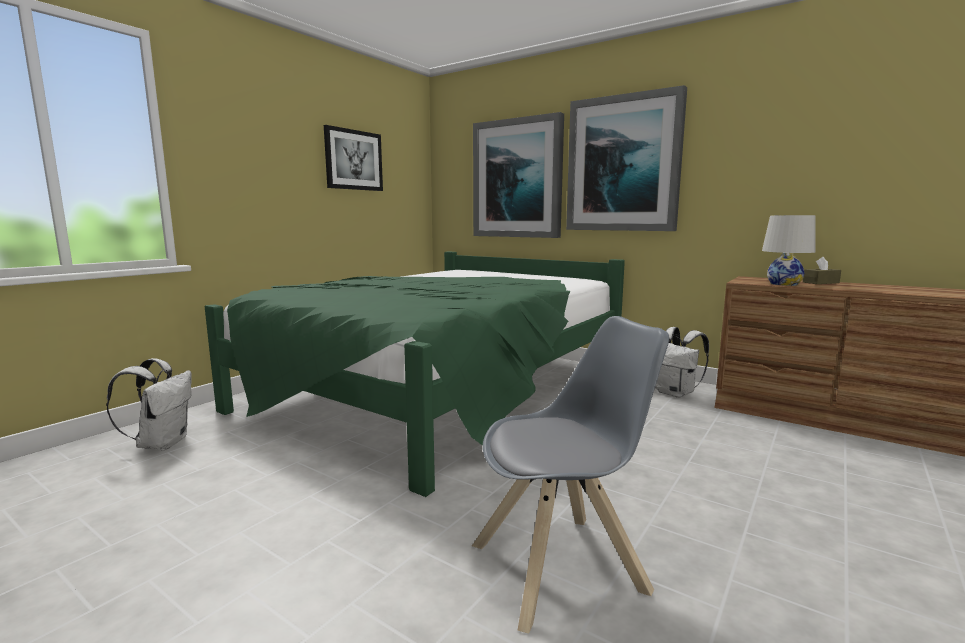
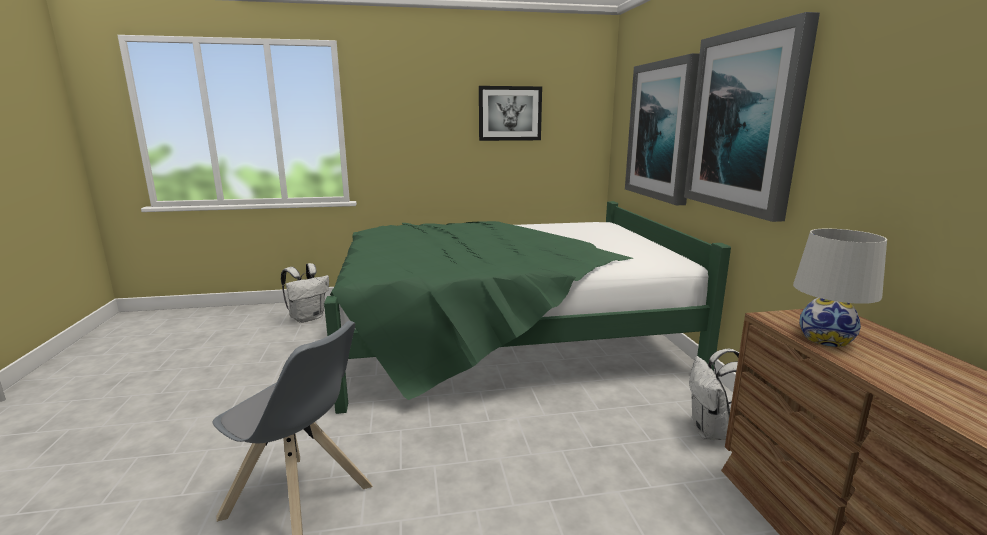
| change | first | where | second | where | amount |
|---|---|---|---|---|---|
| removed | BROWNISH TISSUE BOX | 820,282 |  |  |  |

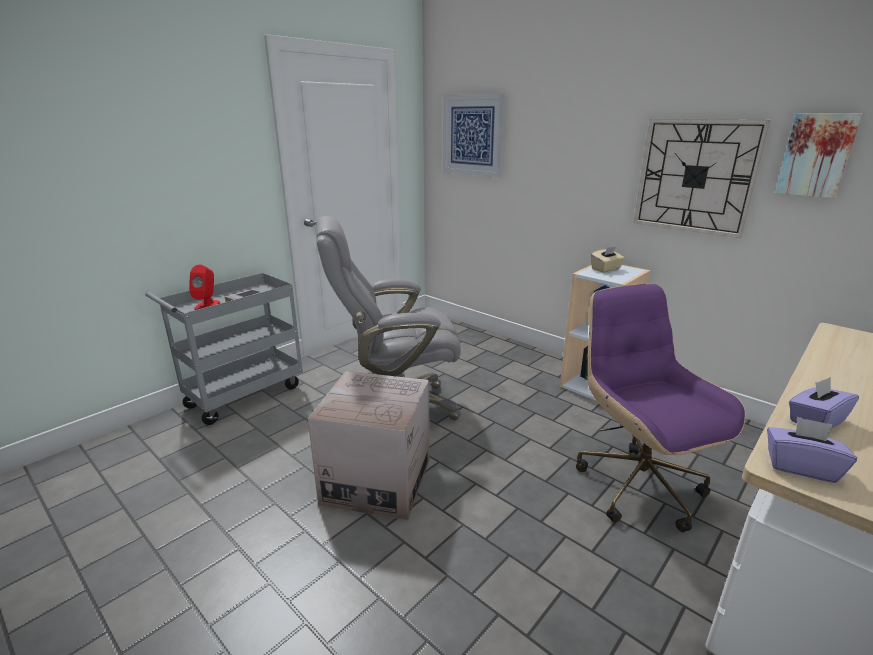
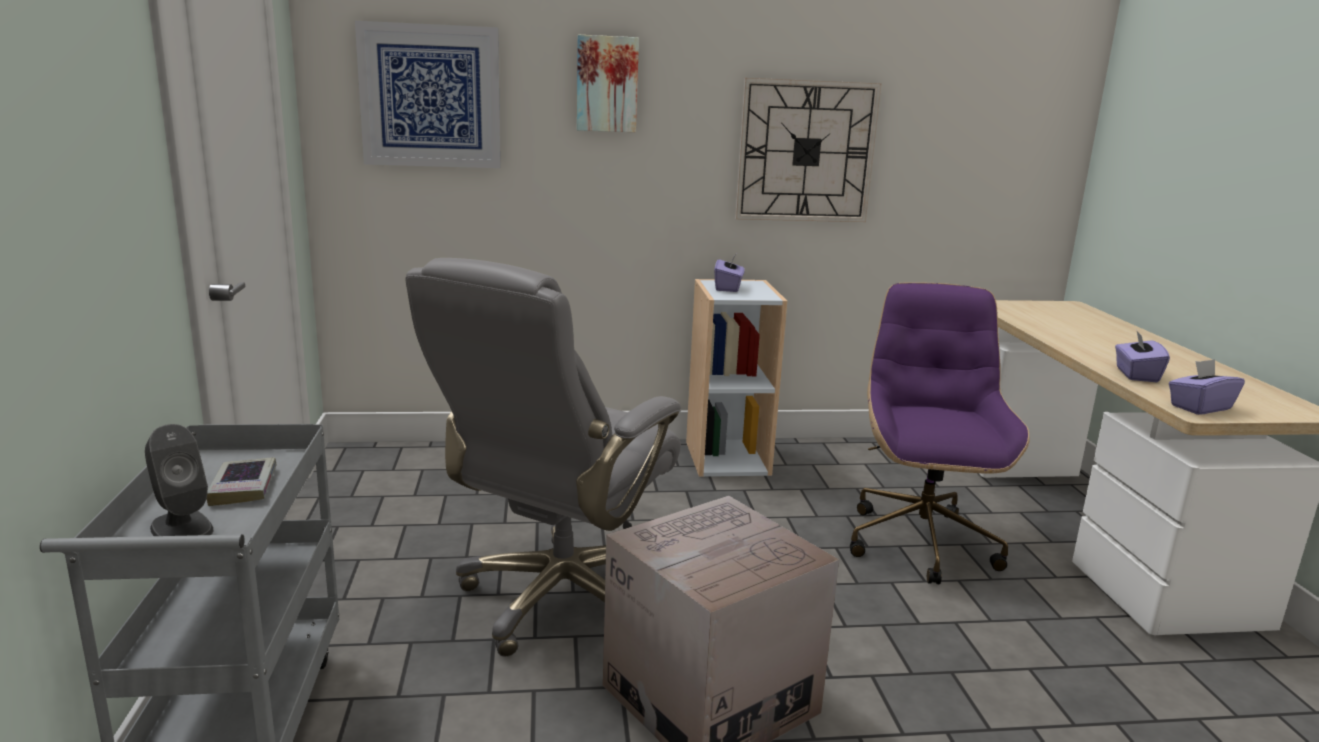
| change | first | where | second | where | amount |
|---|---|---|---|---|---|
| moved | PICTURE | 816,155 |  | 606,84 |  |
| recoloured | BEIGE TISSUE BOX | 606,269 | PURPLE TISSUE BOX | 728,288 |  |
| recoloured | RED-COLOURED SPEAKER | 207,305 | GREYISH SPEAKER | 181,528 |  |
| turned | PURPLE COMPUTER CHAIR | 636,484 |  | 920,540 | 75 degrees clockwise |

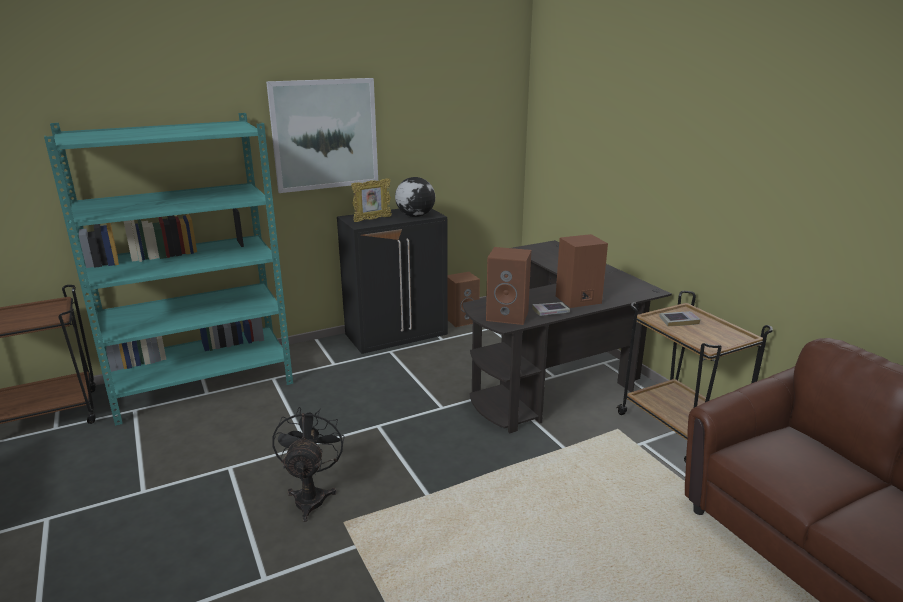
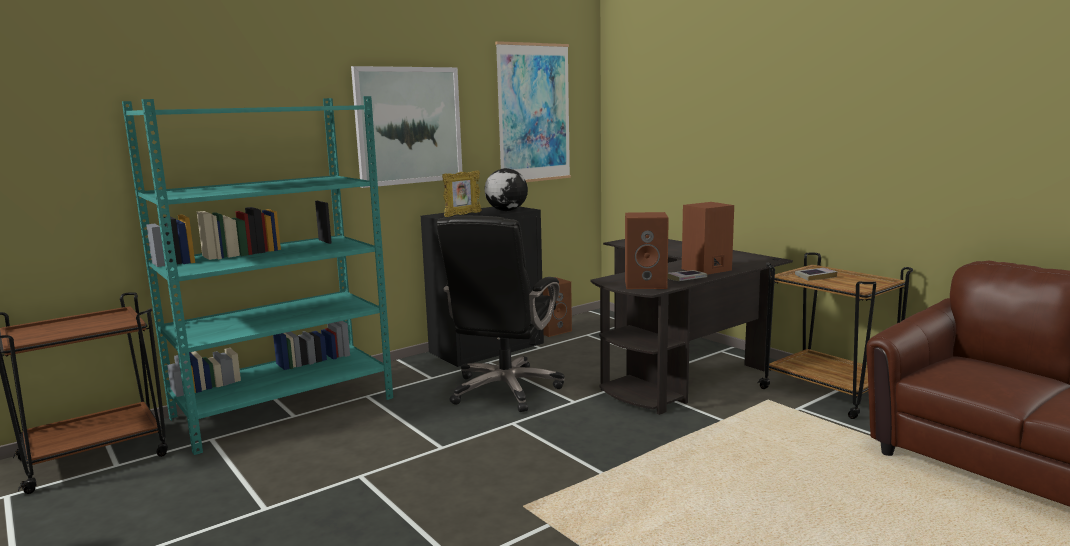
| change | first | where | second | where | amount |
|---|---|---|---|---|---|
| removed | BLACK-COLOURED ELECTRIC FAN | 311,496 |  |  |  |
| added |  |  | PICTURE | 533,113 |  |
| added |  |  | BLACK-COLOURED COMPUTER CHAIR | 505,389 |  |

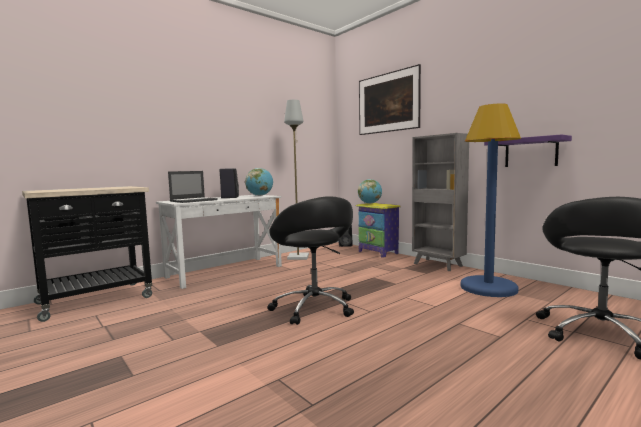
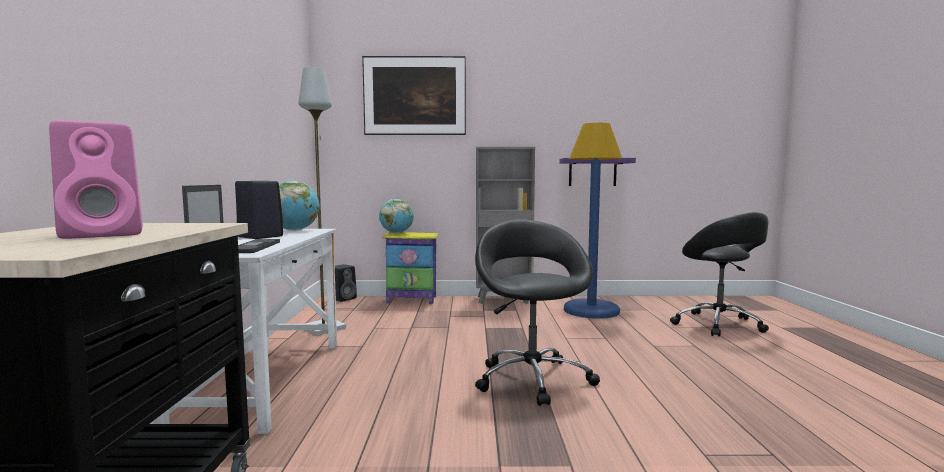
| change | first | where | second | where | amount |
|---|---|---|---|---|---|
| turned | BLACK-COLOURED COMPUTER CHAIR | 315,309 |  | 532,379 | 120 degrees counterclockwise |
| added |  |  | PINK SPEAKER | 107,234 |  |

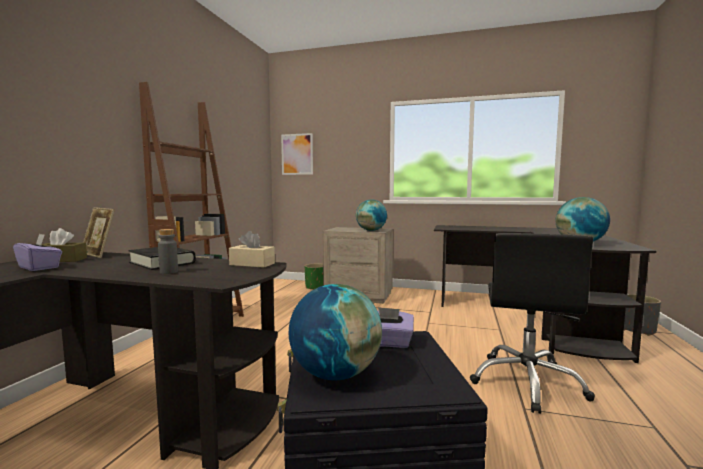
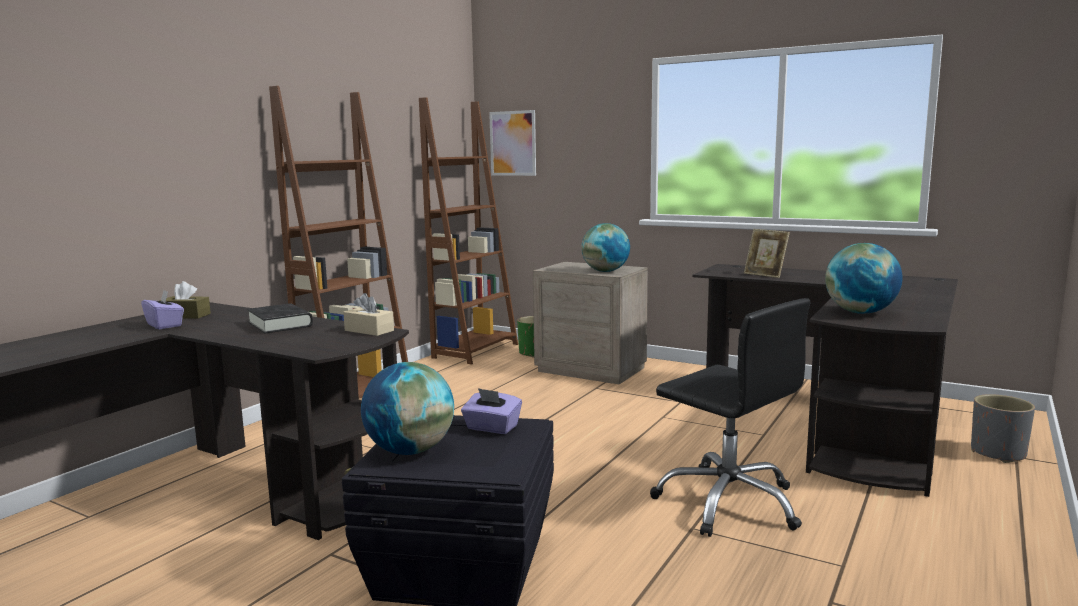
| change | first | where | second | where | amount |
|---|---|---|---|---|---|
| moved | STANDING FRAME | 99,255 |  | 765,275 |  |
| removed | GREYISH DRINK BOTTLE | 169,272 |  |  |  |
| turned | BLACK-COLOURED COMPUTER CHAIR | 527,382 |  | 728,502 | 75 degrees counterclockwise |
| added |  |  | BROWNISH SHELVING UNIT | 475,351 |  |

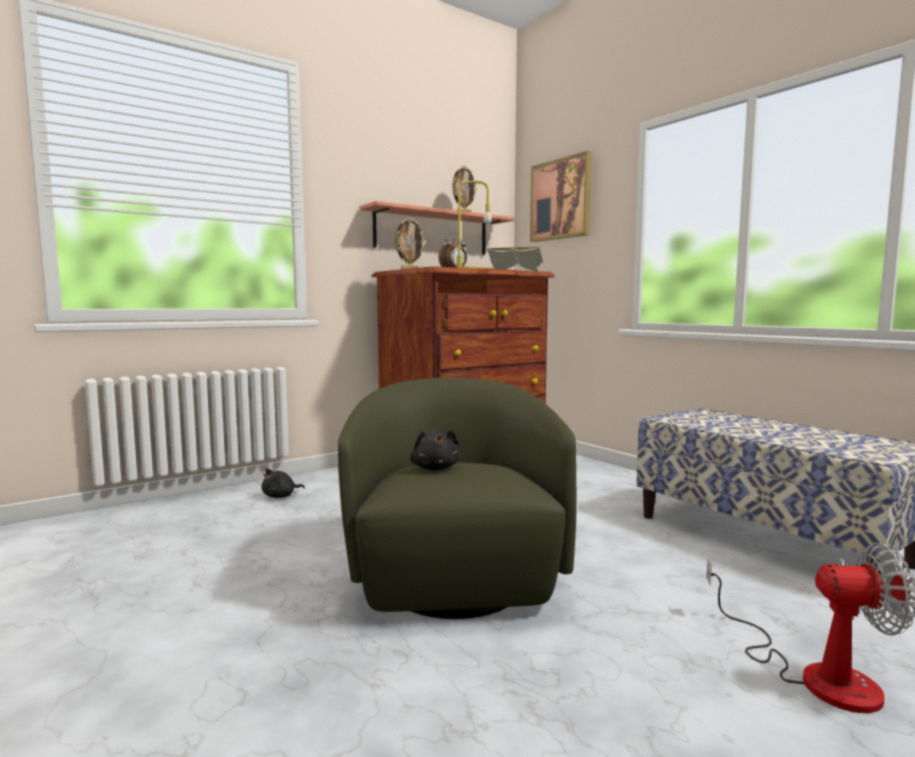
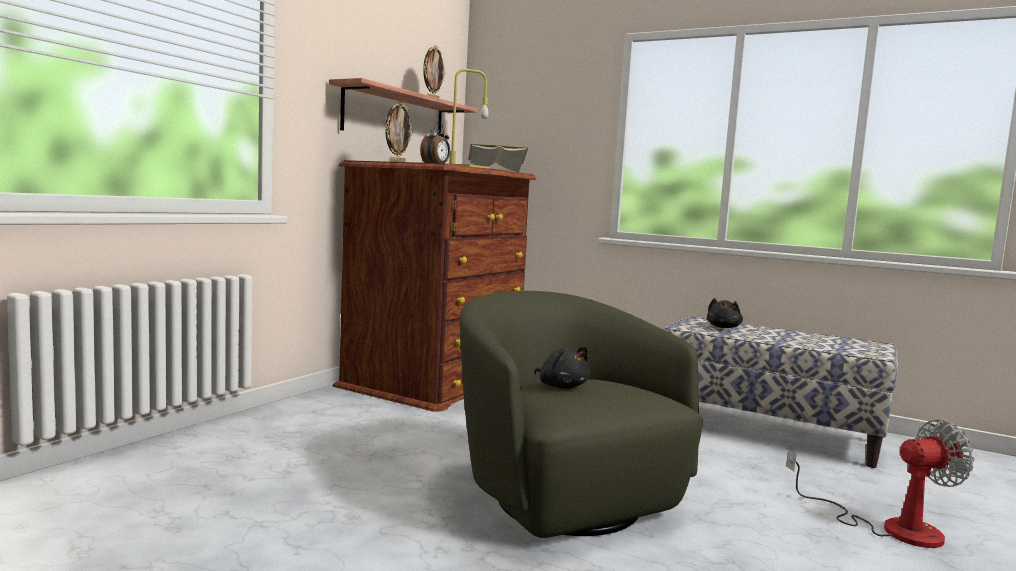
| change | first | where | second | where | amount |
|---|---|---|---|---|---|
| removed | PICTURE | 560,199 |  |  |  |
| moved | BLACK-COLOURED CUDDLY TOY | 281,496 |  | 723,327 |  |

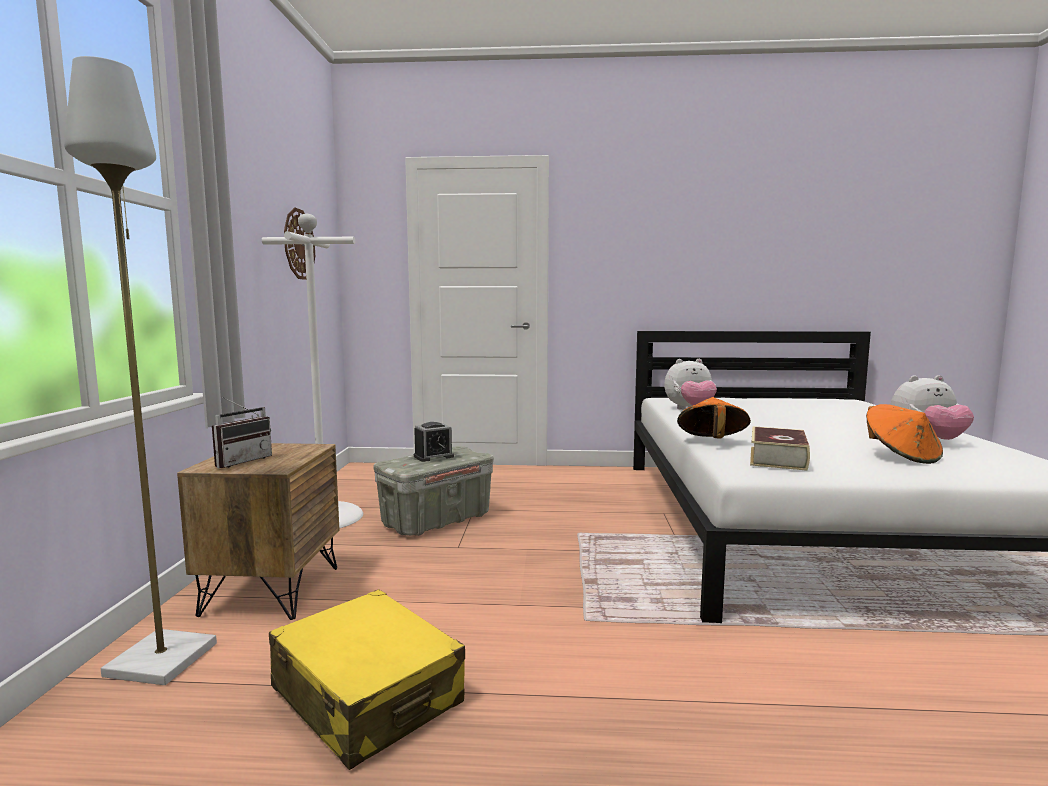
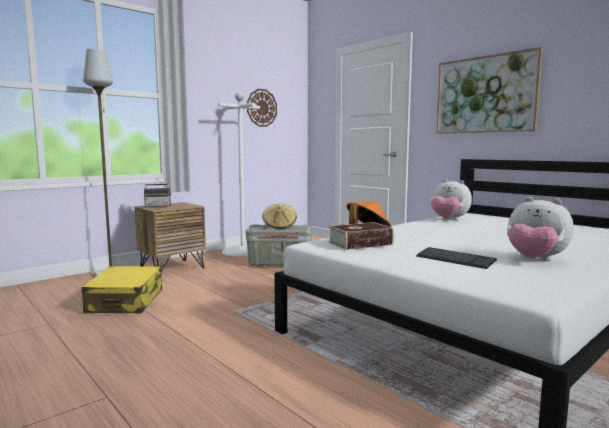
| change | first | where | second | where | amount |
|---|---|---|---|---|---|
| replaced | ORANGE-COLOURED CLOTHING HAT | 901,456 | PC KEYBOARD | 455,259 |  |
| replaced | TABLE CLOCK | 433,456 | BEIGE CLOTHING HAT | 279,226 |  |
| added |  |  | PICTURE | 485,94 |  |

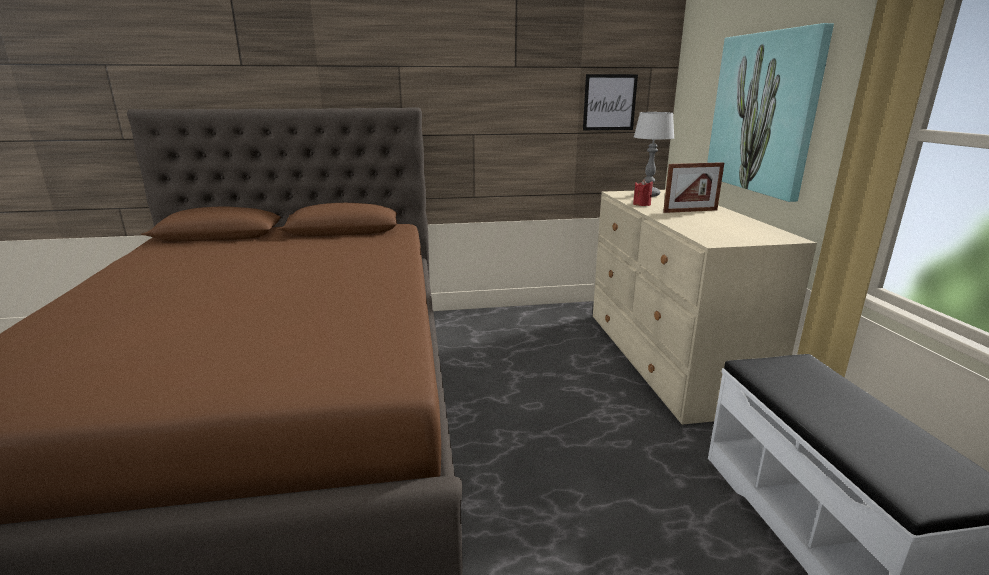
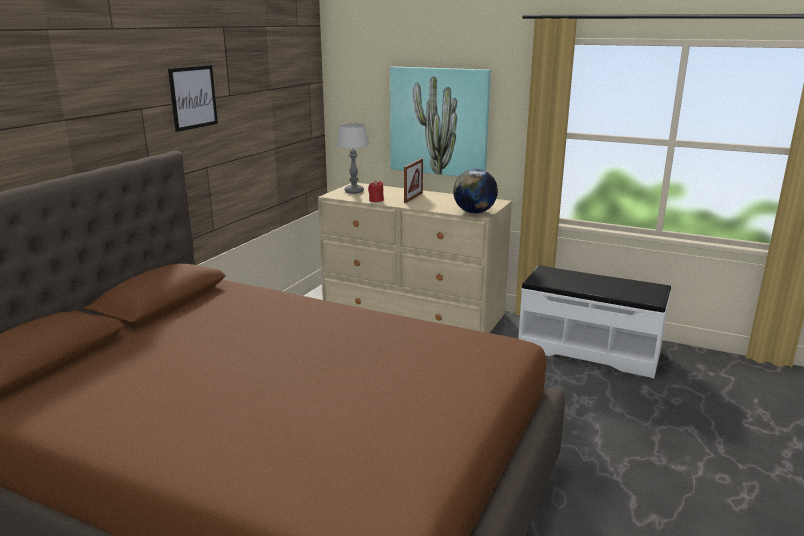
| change | first | where | second | where | amount |
|---|---|---|---|---|---|
| moved | PICTURE | 609,102 |  | 193,97 |  |
| added |  |  | DESK GLOBE | 474,212 |  |

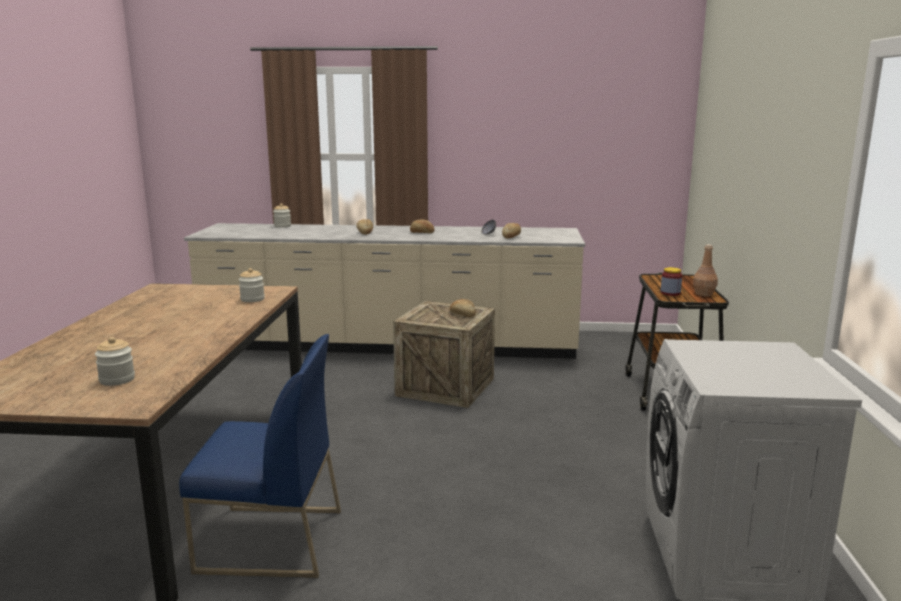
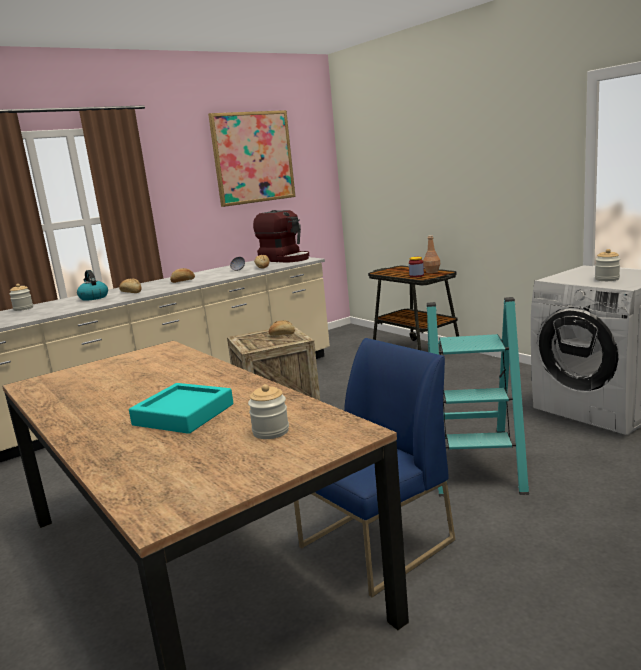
| change | first | where | second | where | amount |
|---|---|---|---|---|---|
| moved | PRESERVE JAR | 252,299 |  | 607,279 |  |
| added |  |  | PICTURE | 253,157 |  |
| added |  |  | COFFEE MAKER | 285,259 |  |
| added |  |  | KETTLE | 93,297 |  |
| added |  |  | TURQUOISE-COLOURED STEP LADDER | 474,459 |  |
| added |  |  | TURQUOISE-COLOURED TRAY | 183,414 |  |

